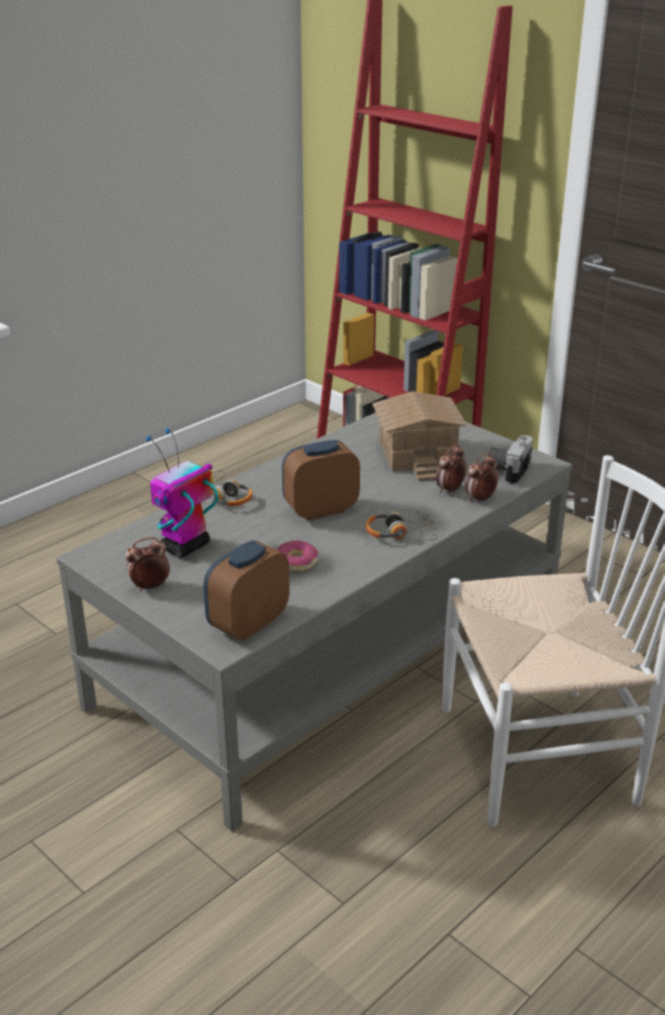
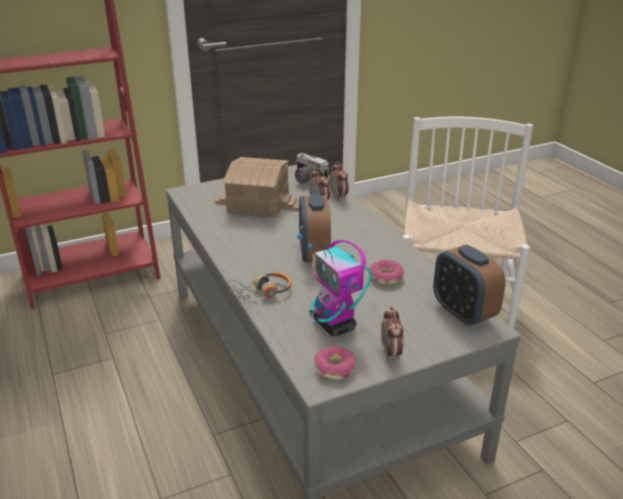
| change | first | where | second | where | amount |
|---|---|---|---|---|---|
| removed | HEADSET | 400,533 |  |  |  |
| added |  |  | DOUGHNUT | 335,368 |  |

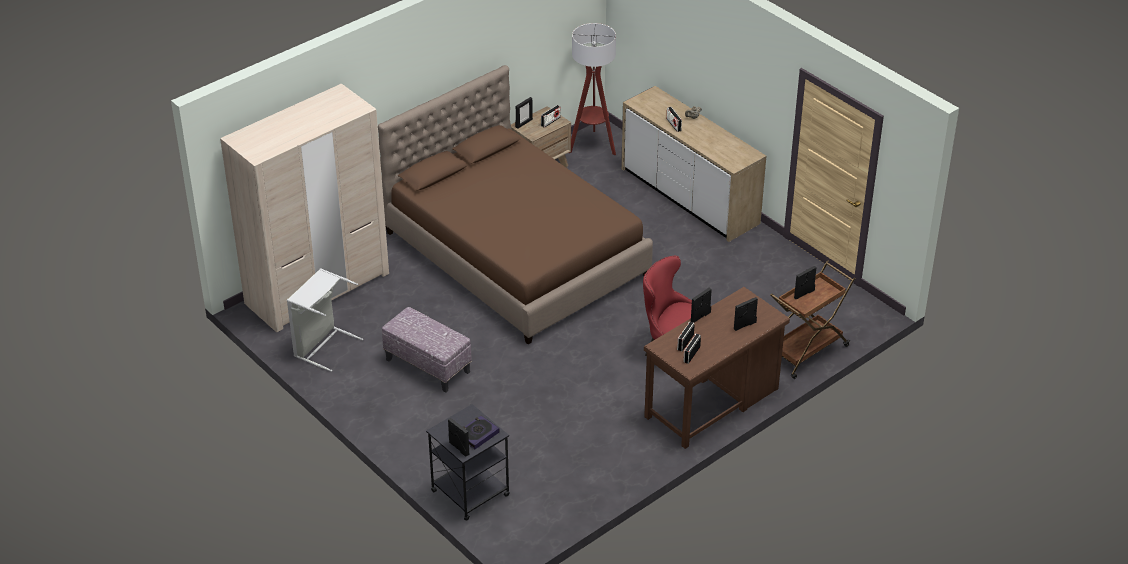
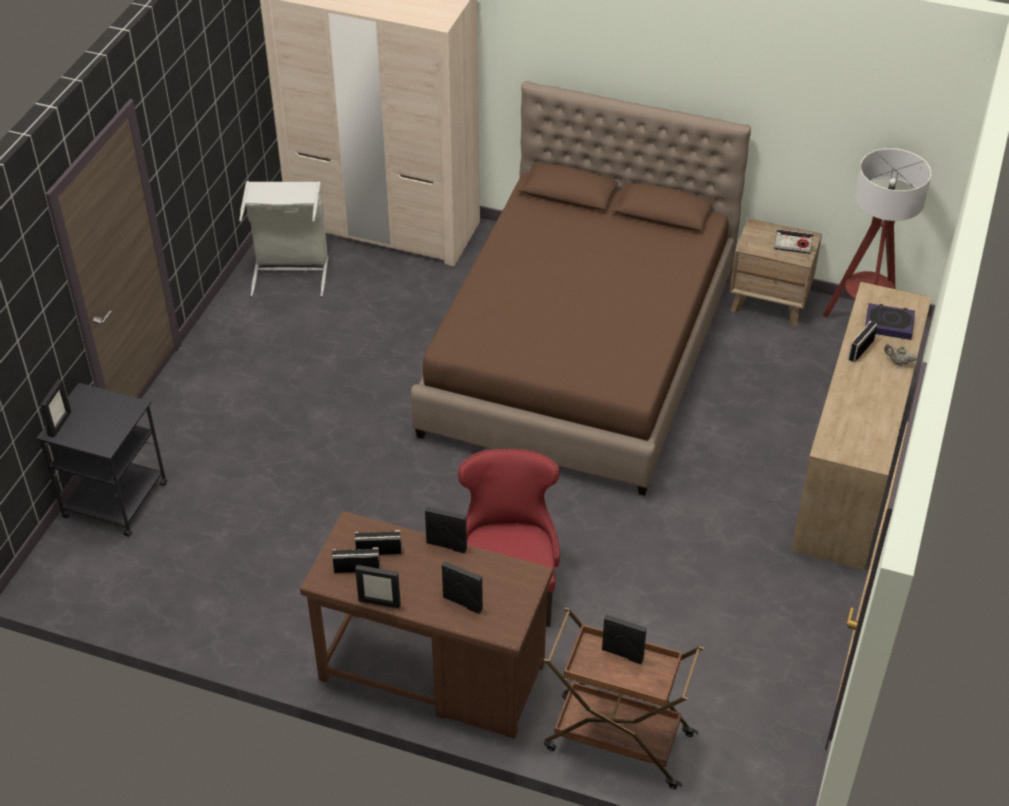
| change | first | where | second | where | amount |
|---|---|---|---|---|---|
| moved | STANDING FRAME | 523,123 |  | 379,602 |  |
| removed | POUFFE | 427,366 |  |  |  |
| moved | BOUND BOOK | 477,434 |  | 888,324 |  |

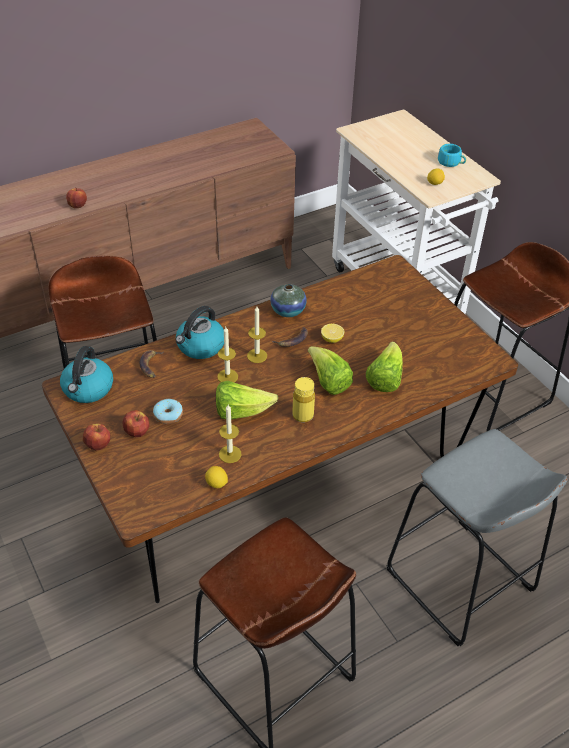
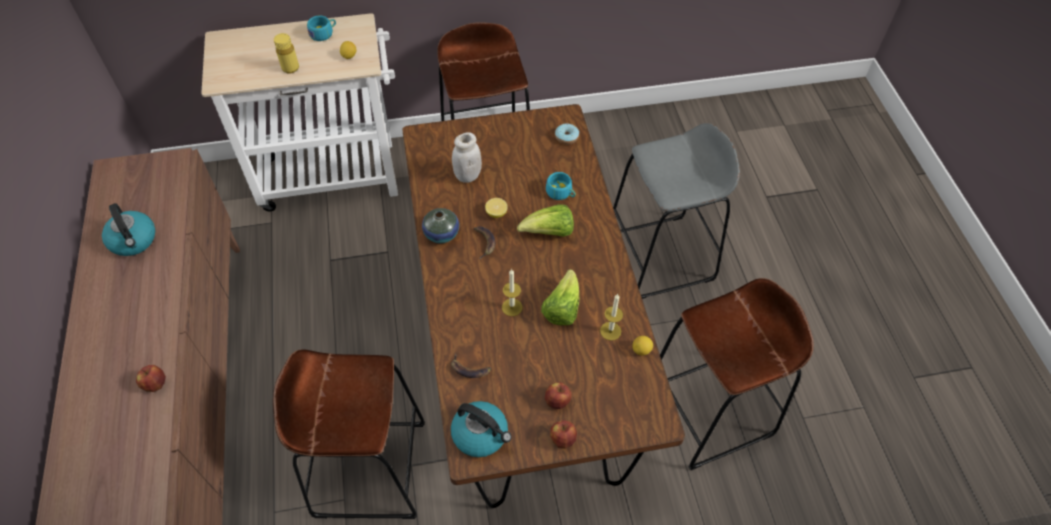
| change | first | where | second | where | amount |
|---|---|---|---|---|---|
| moved | KETTLE | 200,346 |  | 134,240 |  |
| removed | CANDLE | 257,356 |  |  |  |
| replaced | HEAD OF LETTUCE | 384,379 | TURQUOISE-COLOURED DRINKING CUP | 561,193 |  |
| moved | YELLOWISH DRINK BOTTLE | 303,415 |  | 290,68 |  |
| moved | DOUGHNUT | 168,415 |  | 566,137 |  |
| added |  |  | WHITISH PRESERVE JAR | 467,175 |  |

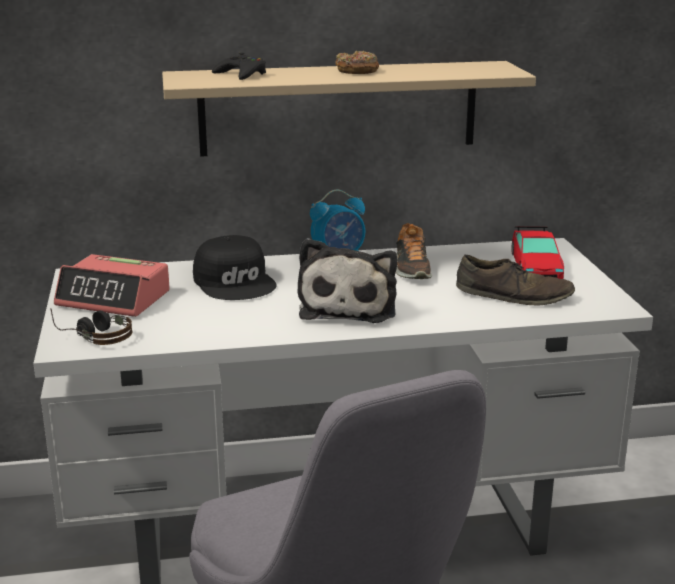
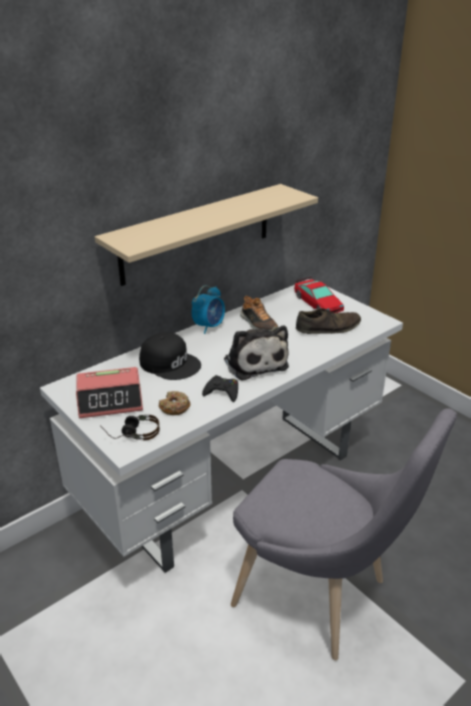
| change | first | where | second | where | amount |
|---|---|---|---|---|---|
| moved | DOUGHNUT | 357,71 |  | 174,407 |  |
| moved | BLACK-COLOURED JOYPAD | 241,74 |  | 222,392 |  |

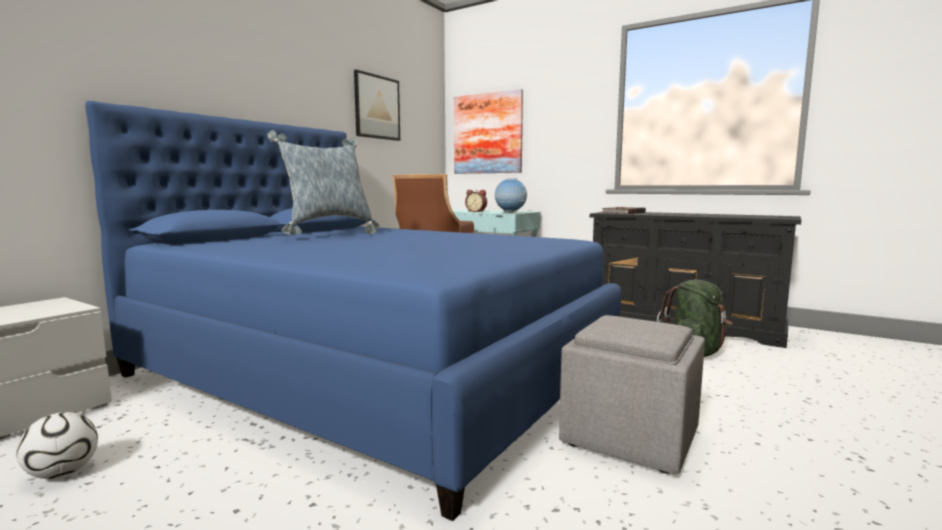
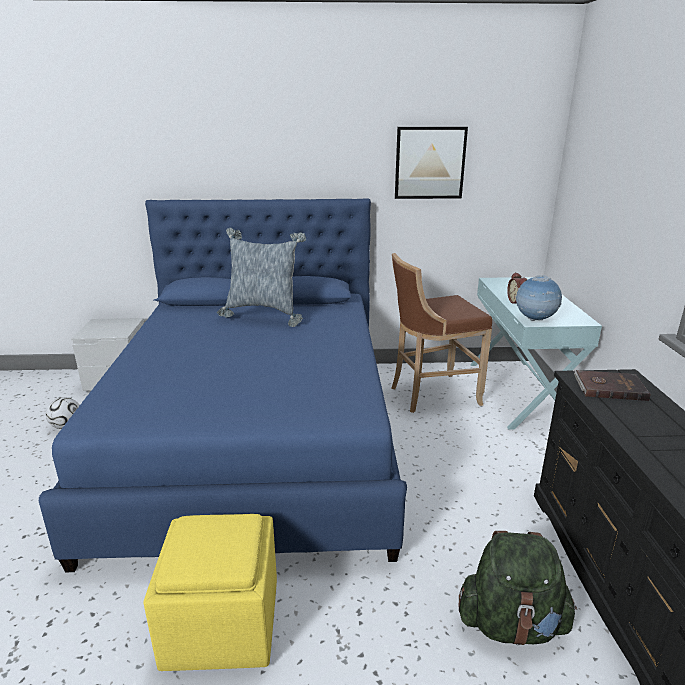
| change | first | where | second | where | amount |
|---|---|---|---|---|---|
| removed | PICTURE | 487,133 |  |  |  |
| recoloured | GREYISH POUFFE | 629,436 | YELLOWISH POUFFE | 224,623 |  |

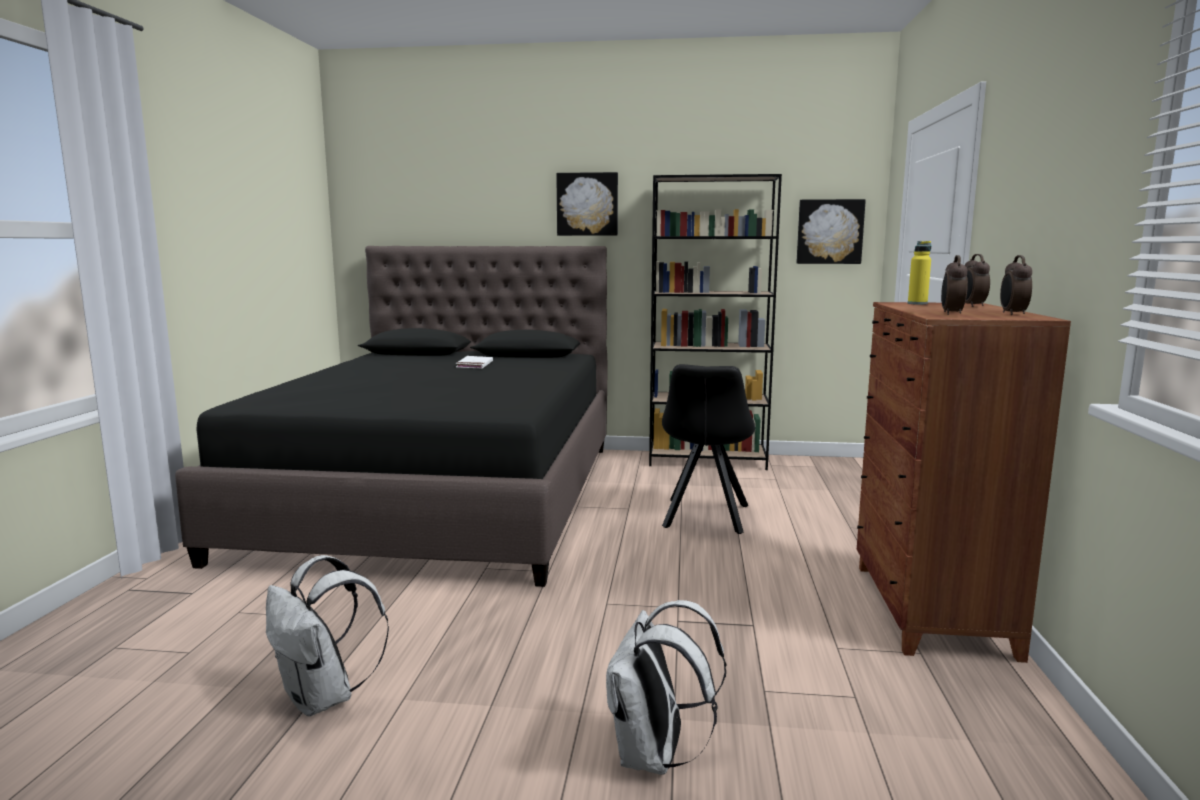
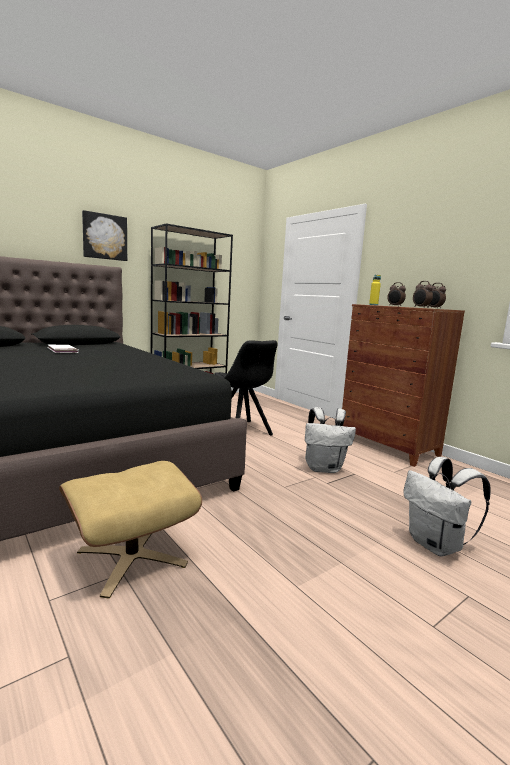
| change | first | where | second | where | amount |
|---|---|---|---|---|---|
| removed | PICTURE | 829,232 |  |  |  |
| moved | WHITISH KNAPSACK | 324,698 |  | 324,468 |  |
| added |  |  | BEIGE POUFFE | 132,557 |  |

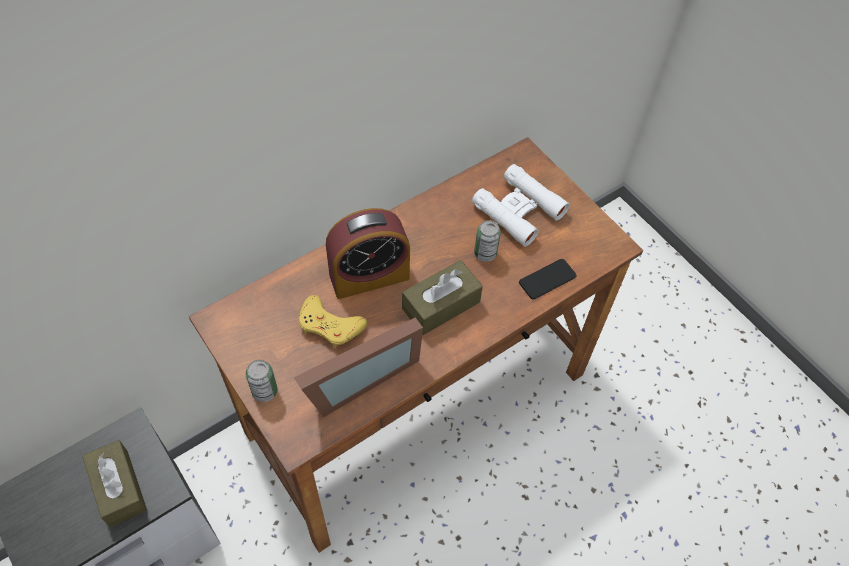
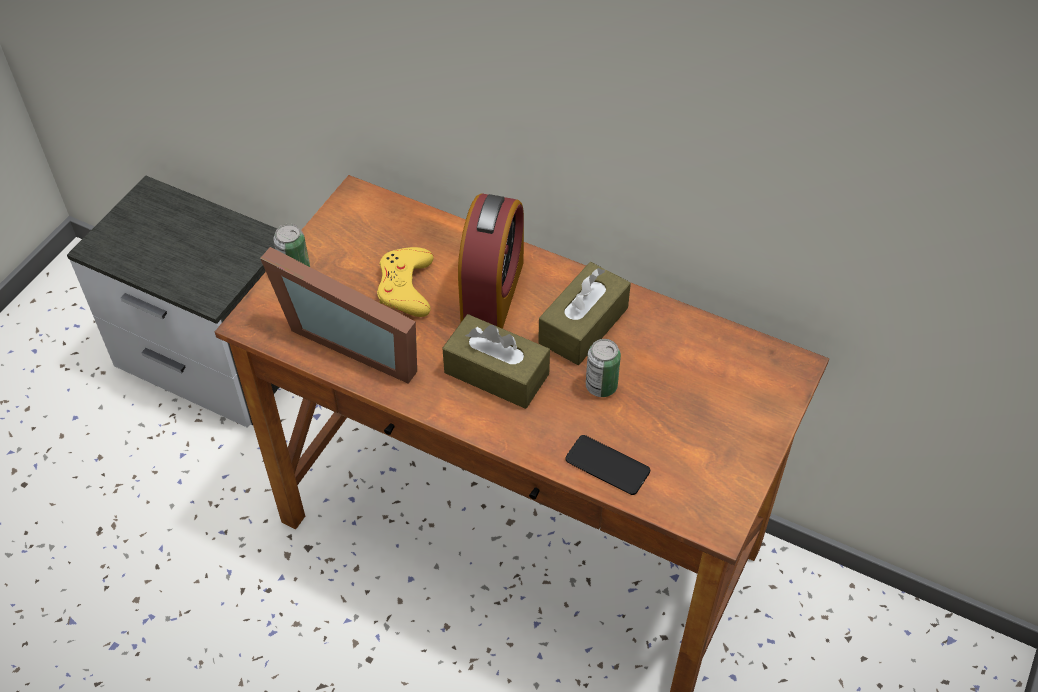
| change | first | where | second | where | amount |
|---|---|---|---|---|---|
| removed | WHITISH BINOCULARS | 518,210 |  |  |  |
| turned | TABLE CLOCK | 369,276 |  | 492,292 | 120 degrees counterclockwise |
| moved | BROWNISH TISSUE BOX | 119,488 |  | 583,325 |  |

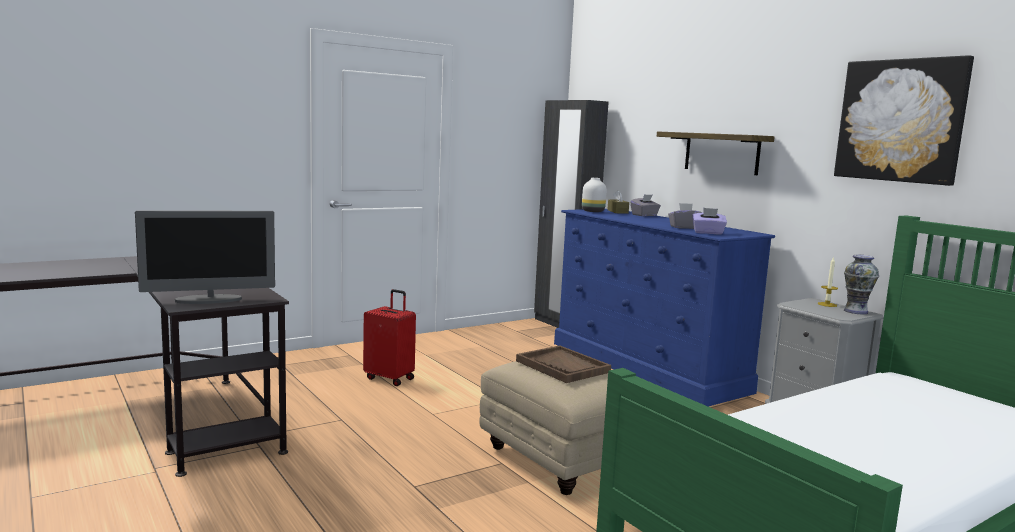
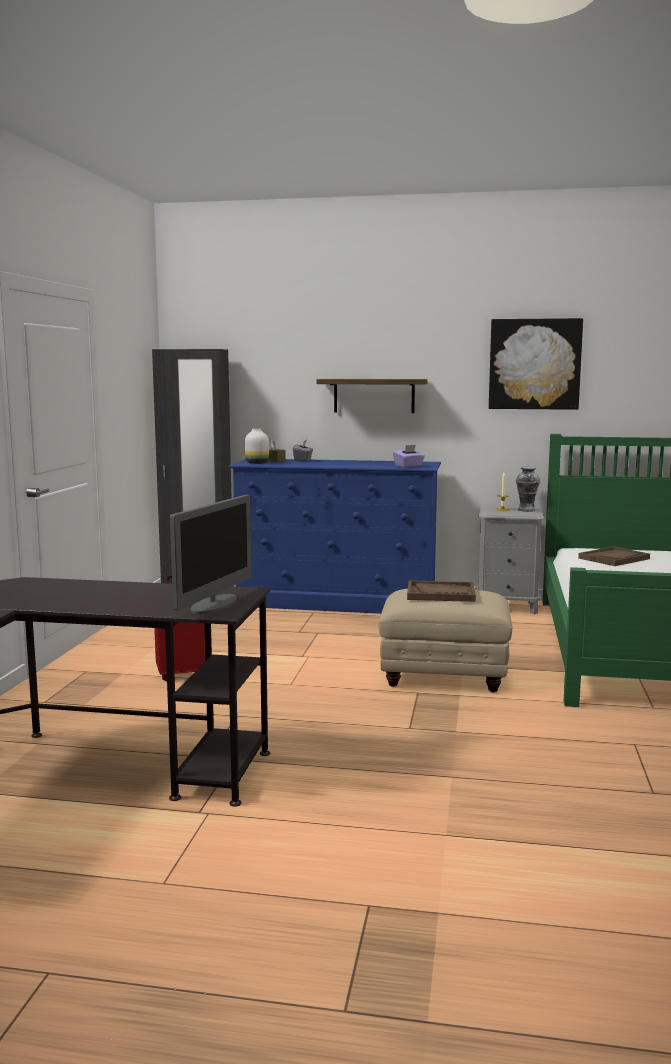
| change | first | where | second | where | amount |
|---|---|---|---|---|---|
| removed | GREYISH TISSUE BOX | 684,227 |  |  |  |
| added |  |  | BROWNISH TRAY | 614,558 |  |

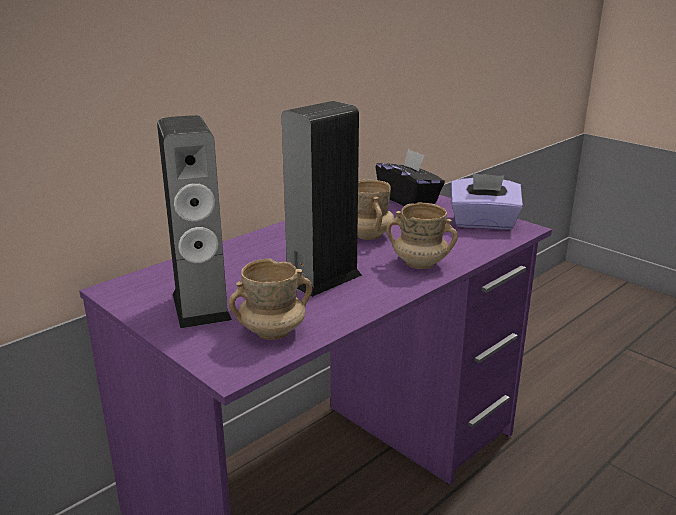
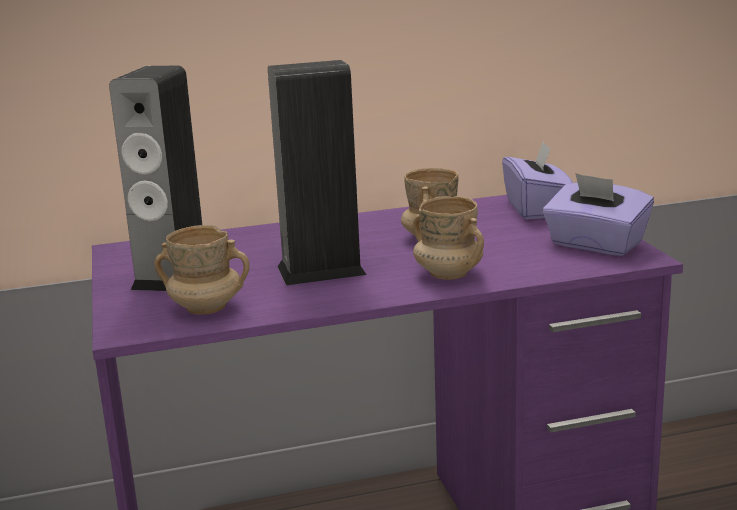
| change | first | where | second | where | amount |
|---|---|---|---|---|---|
| recoloured | BLACK-COLOURED TISSUE BOX | 408,200 | PURPLE TISSUE BOX | 537,209 |  |

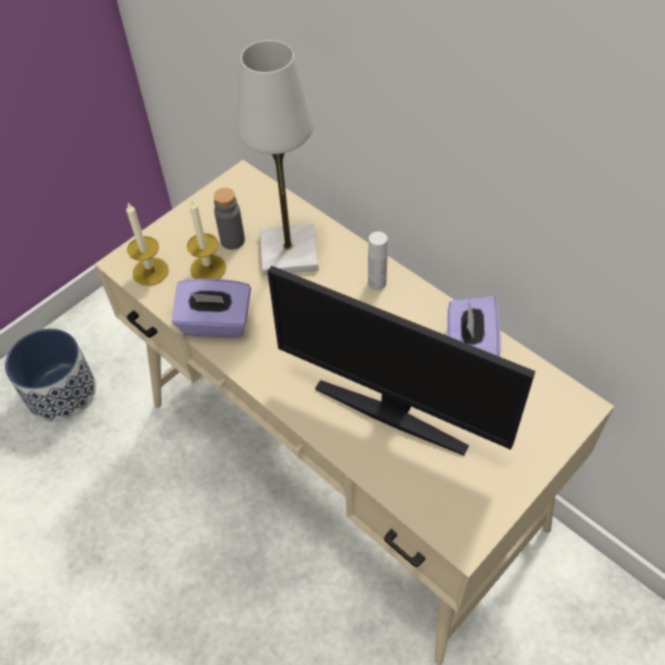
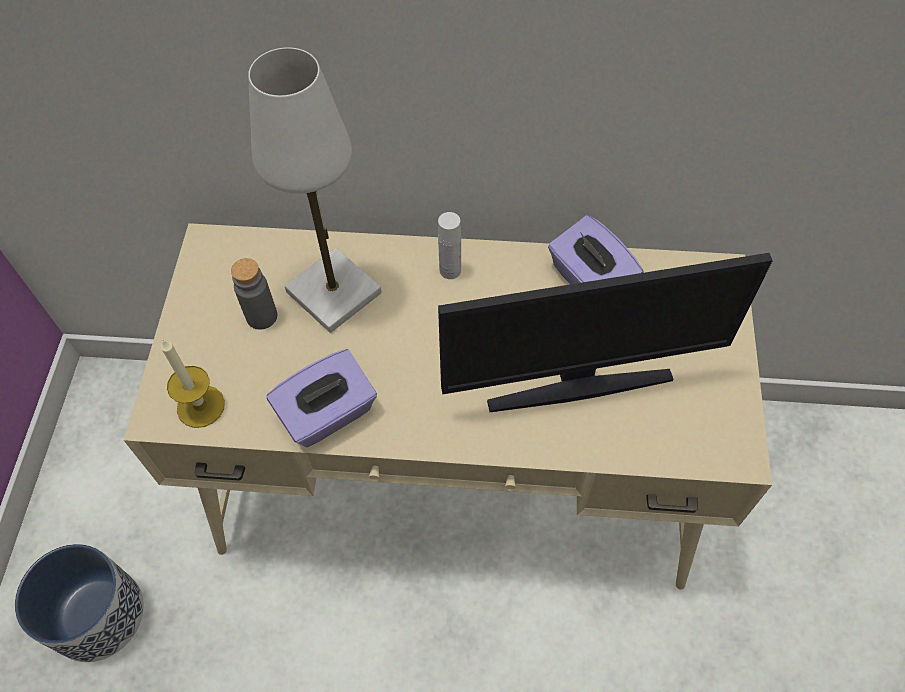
| change | first | where | second | where | amount |
|---|---|---|---|---|---|
| removed | CANDLE | 208,268 |  |  |  |

